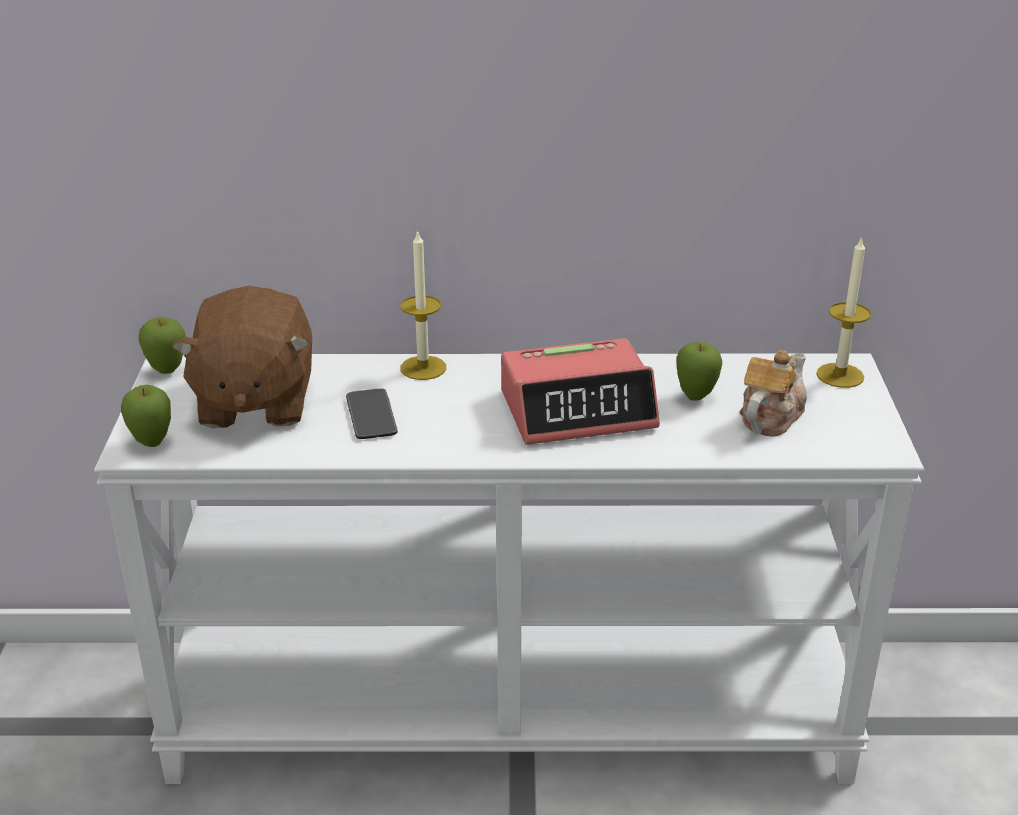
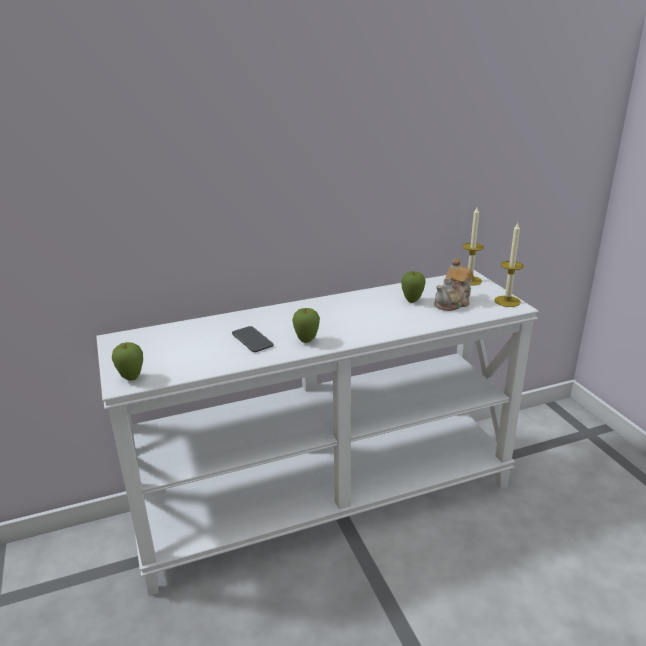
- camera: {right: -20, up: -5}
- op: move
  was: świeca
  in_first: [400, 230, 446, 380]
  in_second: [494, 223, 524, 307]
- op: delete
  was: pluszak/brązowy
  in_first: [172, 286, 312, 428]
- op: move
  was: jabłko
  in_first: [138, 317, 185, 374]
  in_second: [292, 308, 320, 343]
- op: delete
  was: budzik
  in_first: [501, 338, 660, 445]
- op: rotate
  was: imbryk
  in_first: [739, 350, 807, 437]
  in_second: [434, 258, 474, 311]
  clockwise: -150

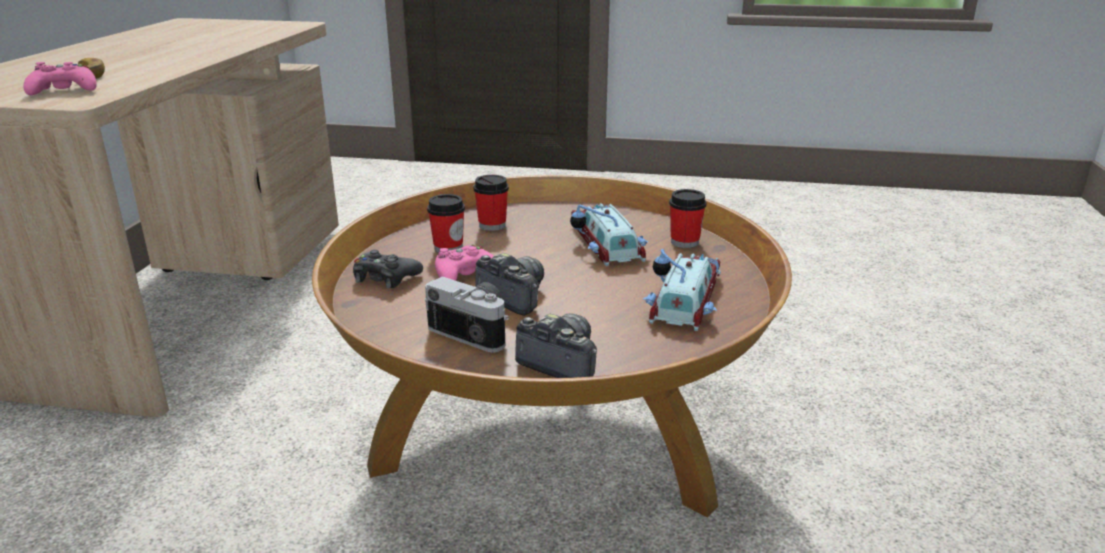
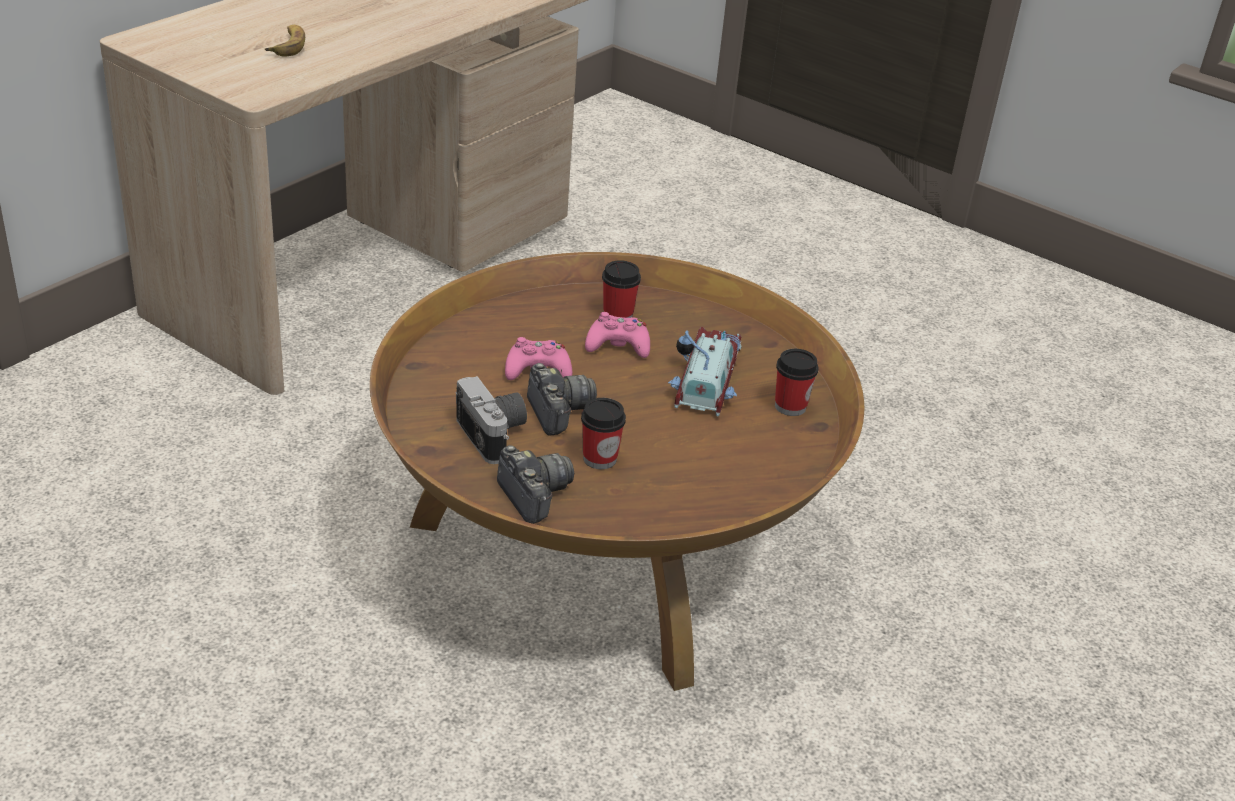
- camera: {right: 25, up: 10}
- op: move
  was: pad do gier/różowy
  in_first: [23, 62, 97, 95]
  in_second: [585, 312, 650, 358]
- op: move
  was: filiżanka
  in_first: [427, 194, 465, 253]
  in_second: [581, 398, 626, 469]
- op: delete
  was: samochodzik
  in_first: [643, 249, 721, 331]
- op: delete
  was: pad do gier/czarny
  in_first: [353, 250, 423, 289]

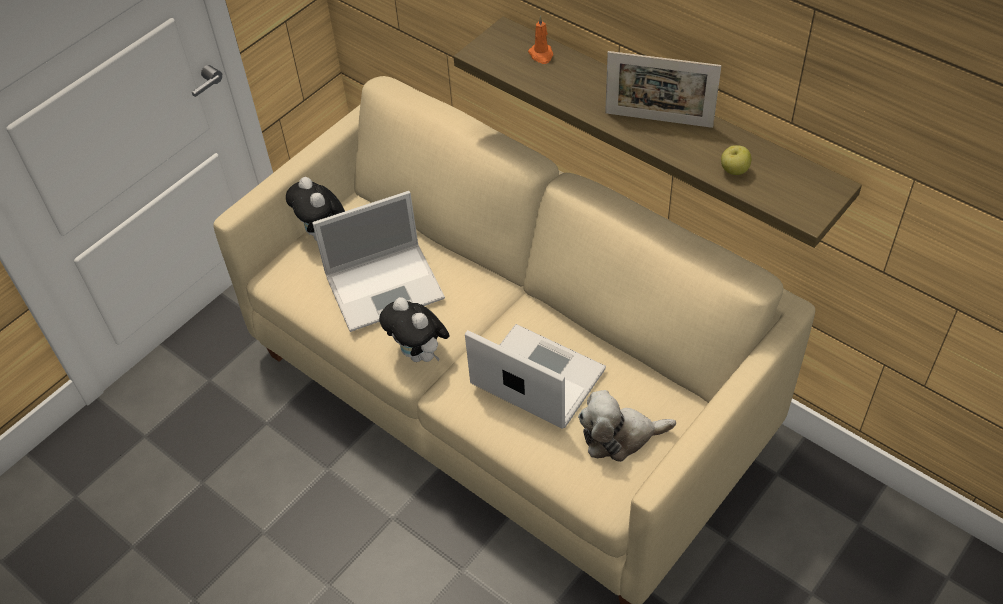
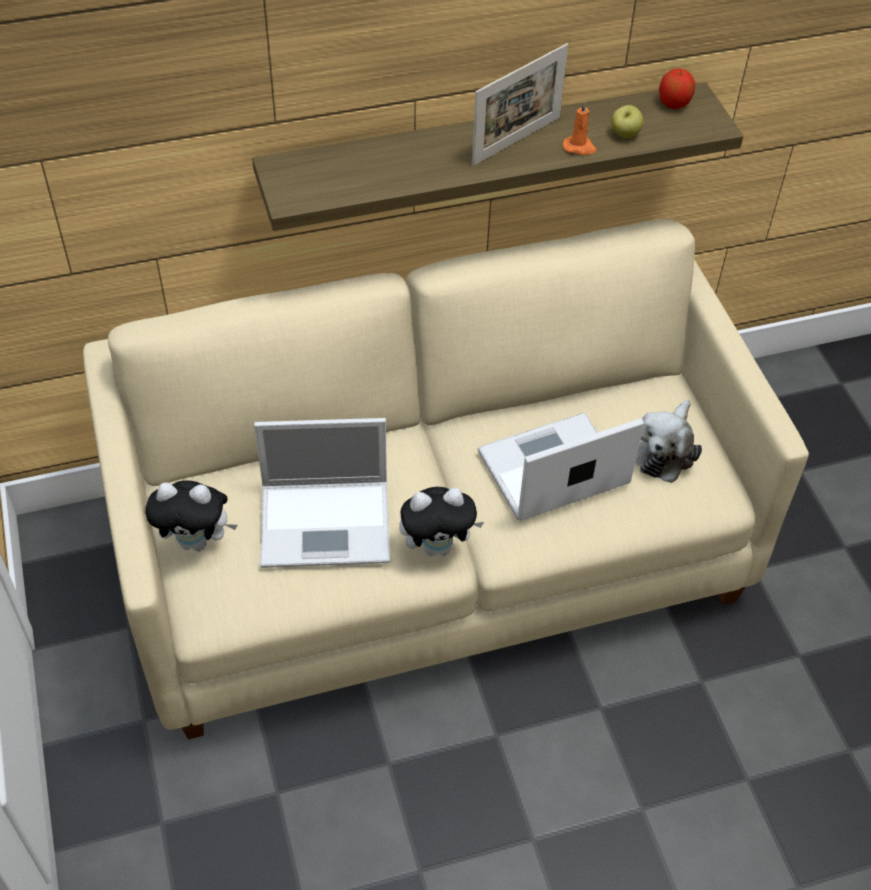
- camera: {right: -60, up: 0}
- op: move
  was: świeca/pomarańczowy
  in_first: [528, 16, 553, 64]
  in_second: [563, 100, 597, 155]
- op: rotate
  was: laptop
  in_first: [312, 191, 445, 332]
  in_second: [254, 418, 390, 568]
  clockwise: 75
- op: insert
  now: jabłko
  in_second: [659, 68, 695, 109]

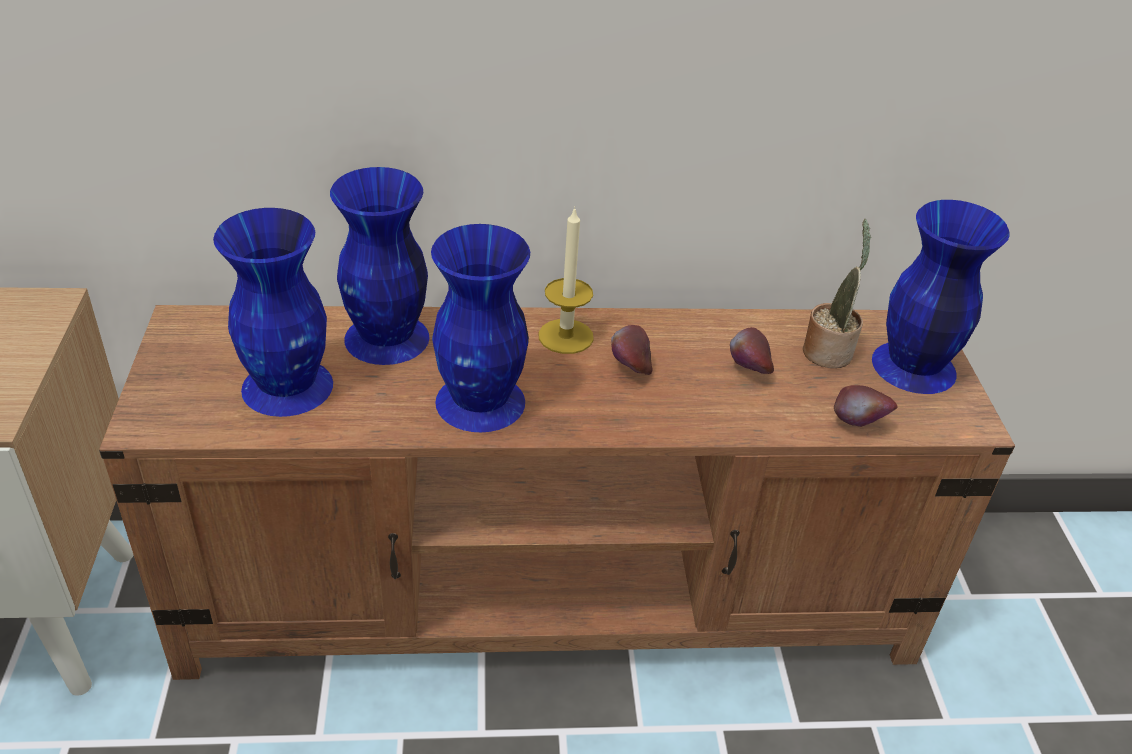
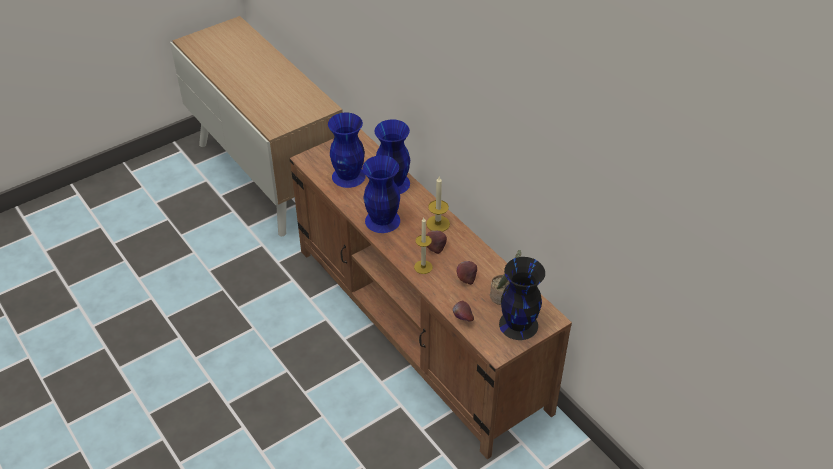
- camera: {right: 60, up: 5}
- op: recolor
  was: wazon/niebieski
  now: wazon/czarny
  in_first: [872, 200, 1010, 394]
  in_second: [499, 257, 545, 340]
- op: insert
  now: świeca
  in_second: [414, 218, 433, 274]

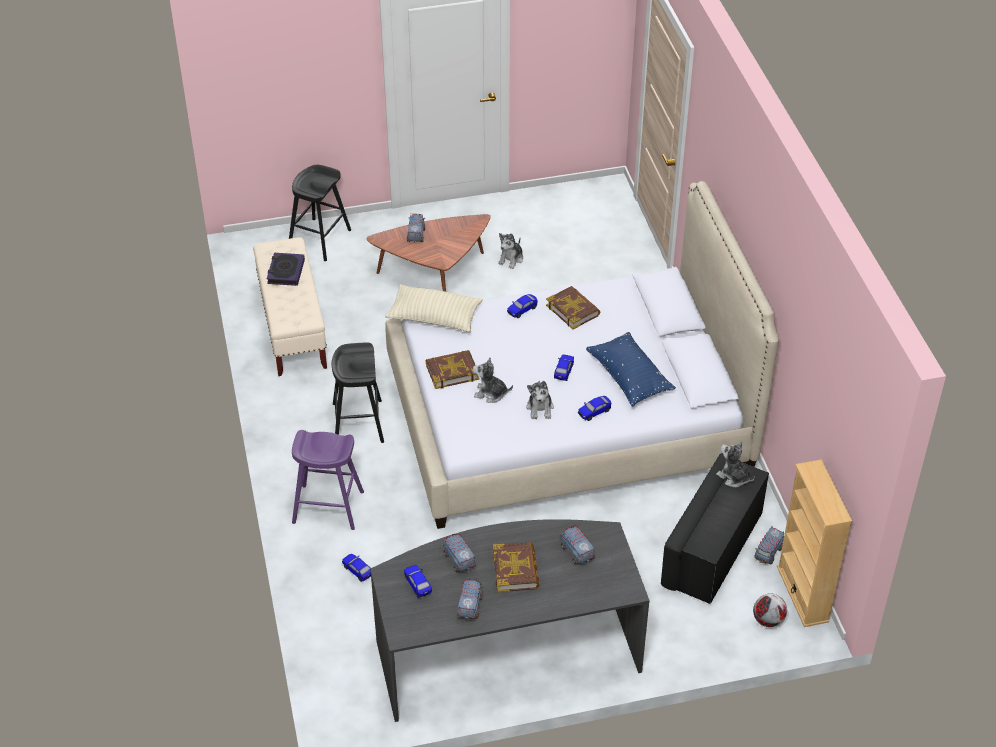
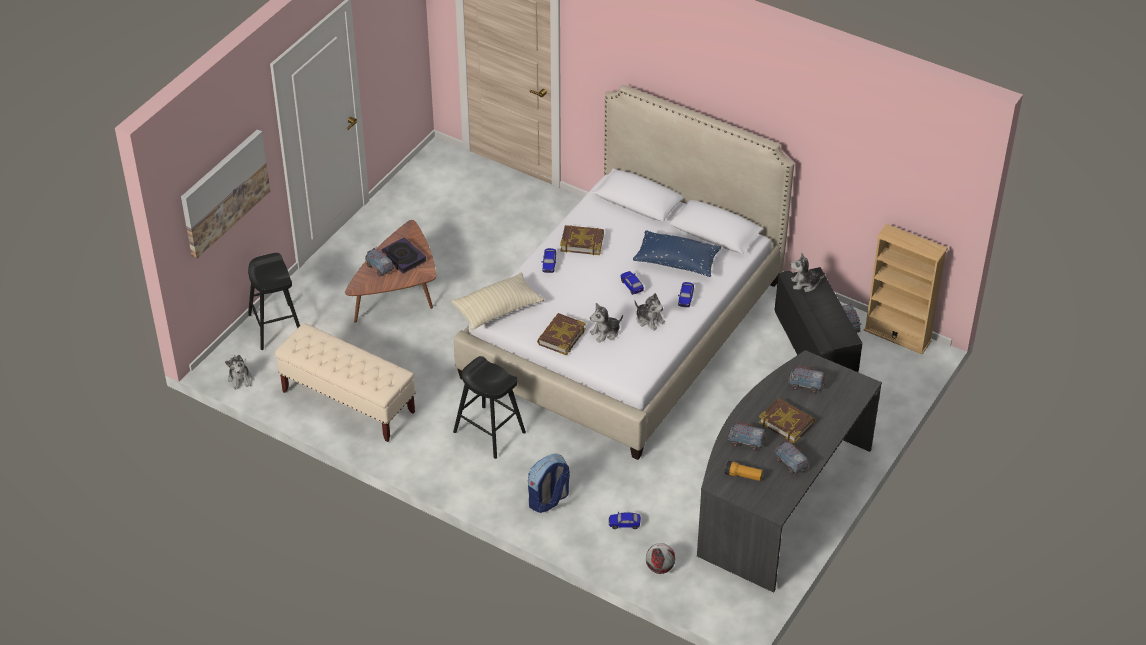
- camera: {right: -45, up: 0}
- op: move
  was: pluszak
  in_first: [498, 233, 523, 269]
  in_second: [225, 355, 252, 390]
- op: move
  was: książka
  in_first: [267, 253, 305, 286]
  in_second: [381, 237, 426, 274]
- op: replace
  was: stołek/fioletowy
  now: plecak
  in_first: [292, 430, 364, 530]
  in_second: [528, 453, 570, 513]
- op: replace
  was: samochodzik
  now: latarka
  in_first: [404, 565, 432, 598]
  in_second: [725, 461, 763, 481]
- op: move
  was: piłka futbolowa
  in_first: [753, 593, 787, 627]
  in_second: [646, 543, 675, 574]
- op: insert
  now: obraz
  in_second: [181, 129, 270, 259]

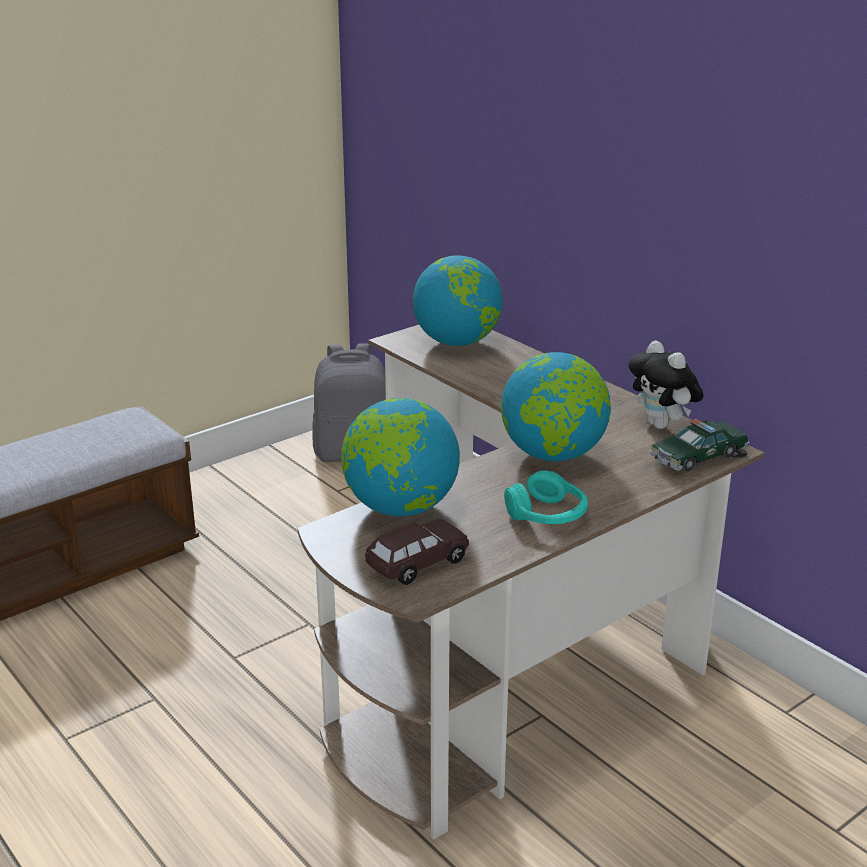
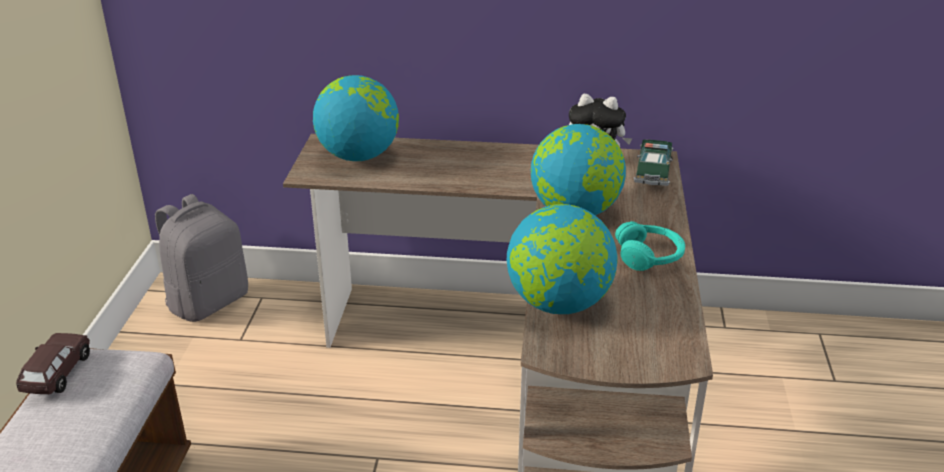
- camera: {right: -45, up: 5}
- op: move
  was: samochodzik/brązowy
  in_first: [365, 519, 469, 585]
  in_second: [16, 333, 90, 394]

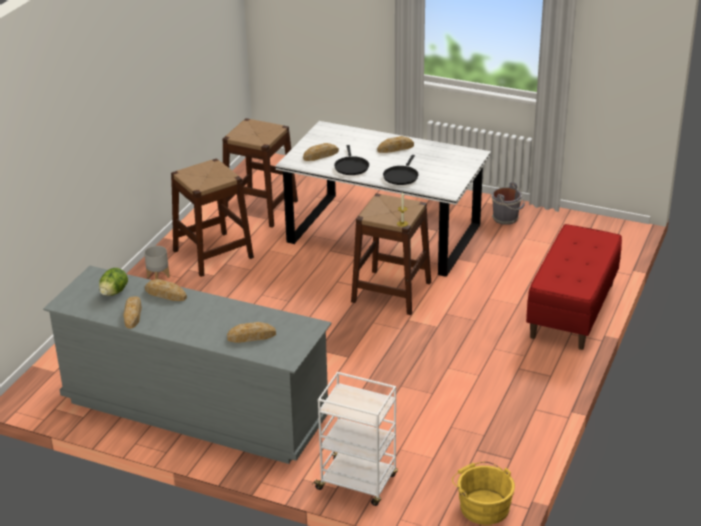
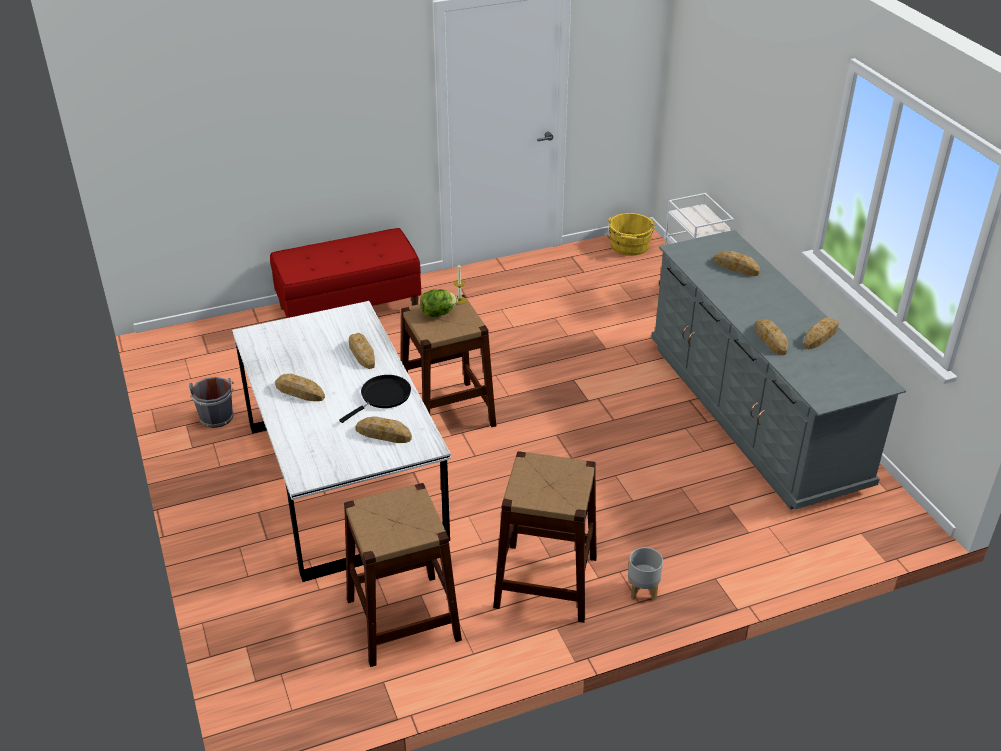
- camera: {right: -135, up: 5}
- op: replace
  was: patelnia/czarny
  now: chleb
  in_first: [383, 155, 419, 185]
  in_second: [349, 333, 375, 369]
- op: move
  was: sałata
  in_first: [99, 268, 128, 296]
  in_second: [420, 289, 458, 317]

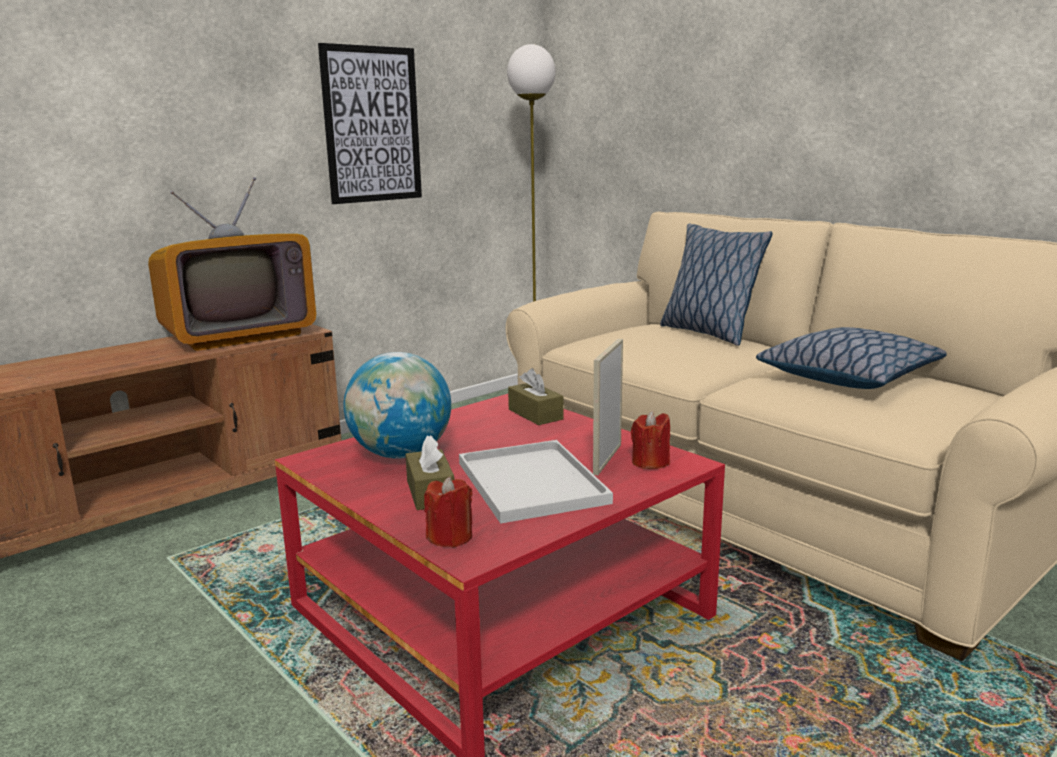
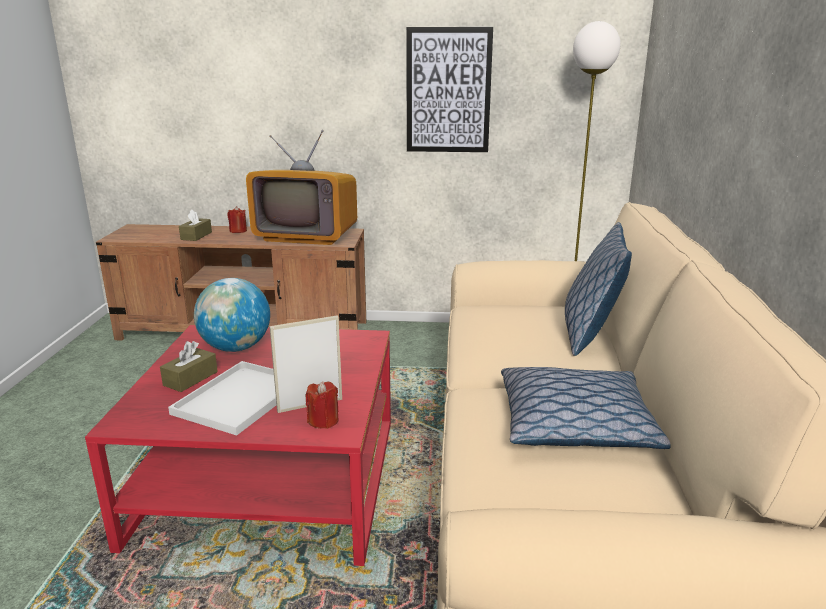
- camera: {right: 45, up: 5}
- op: move
  was: pudełko chusteczek/brązowy
  in_first: [508, 368, 564, 425]
  in_second: [179, 209, 212, 241]
- op: move
  was: świeca/czerwony
  in_first: [424, 477, 472, 548]
  in_second: [227, 206, 247, 233]

